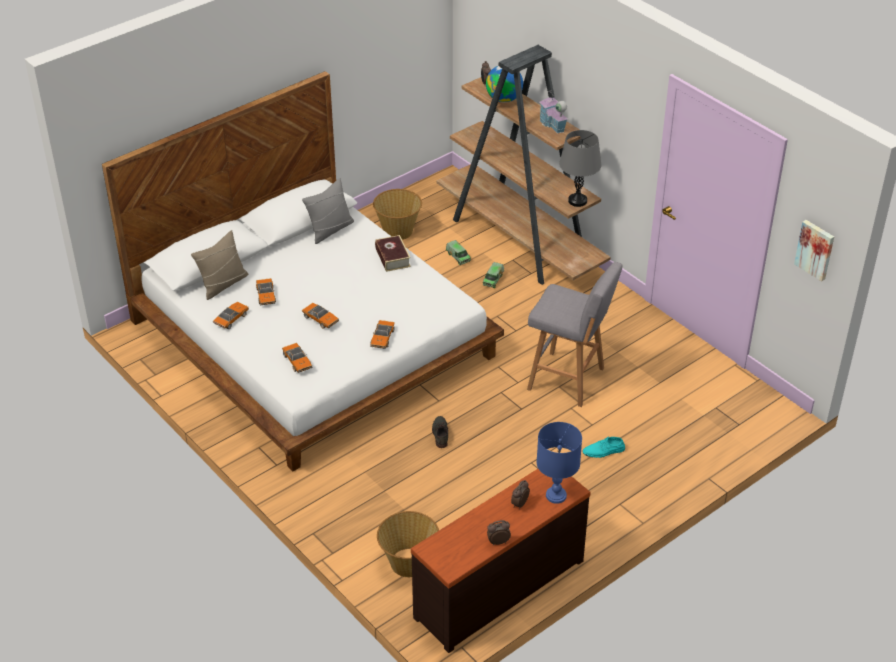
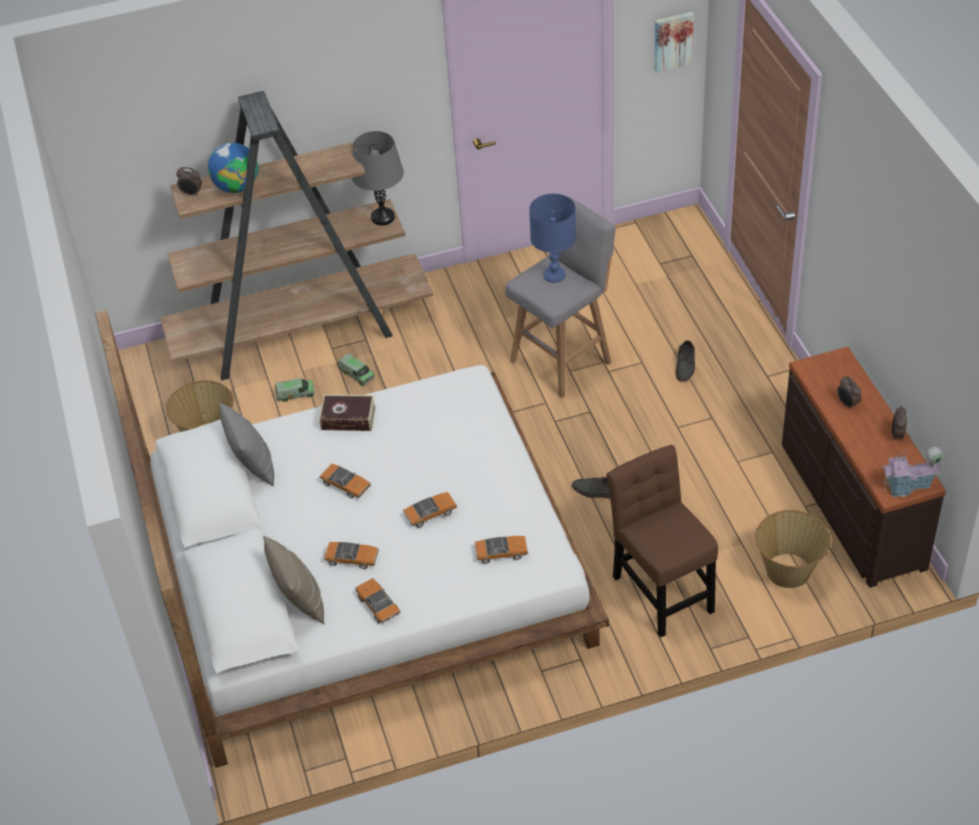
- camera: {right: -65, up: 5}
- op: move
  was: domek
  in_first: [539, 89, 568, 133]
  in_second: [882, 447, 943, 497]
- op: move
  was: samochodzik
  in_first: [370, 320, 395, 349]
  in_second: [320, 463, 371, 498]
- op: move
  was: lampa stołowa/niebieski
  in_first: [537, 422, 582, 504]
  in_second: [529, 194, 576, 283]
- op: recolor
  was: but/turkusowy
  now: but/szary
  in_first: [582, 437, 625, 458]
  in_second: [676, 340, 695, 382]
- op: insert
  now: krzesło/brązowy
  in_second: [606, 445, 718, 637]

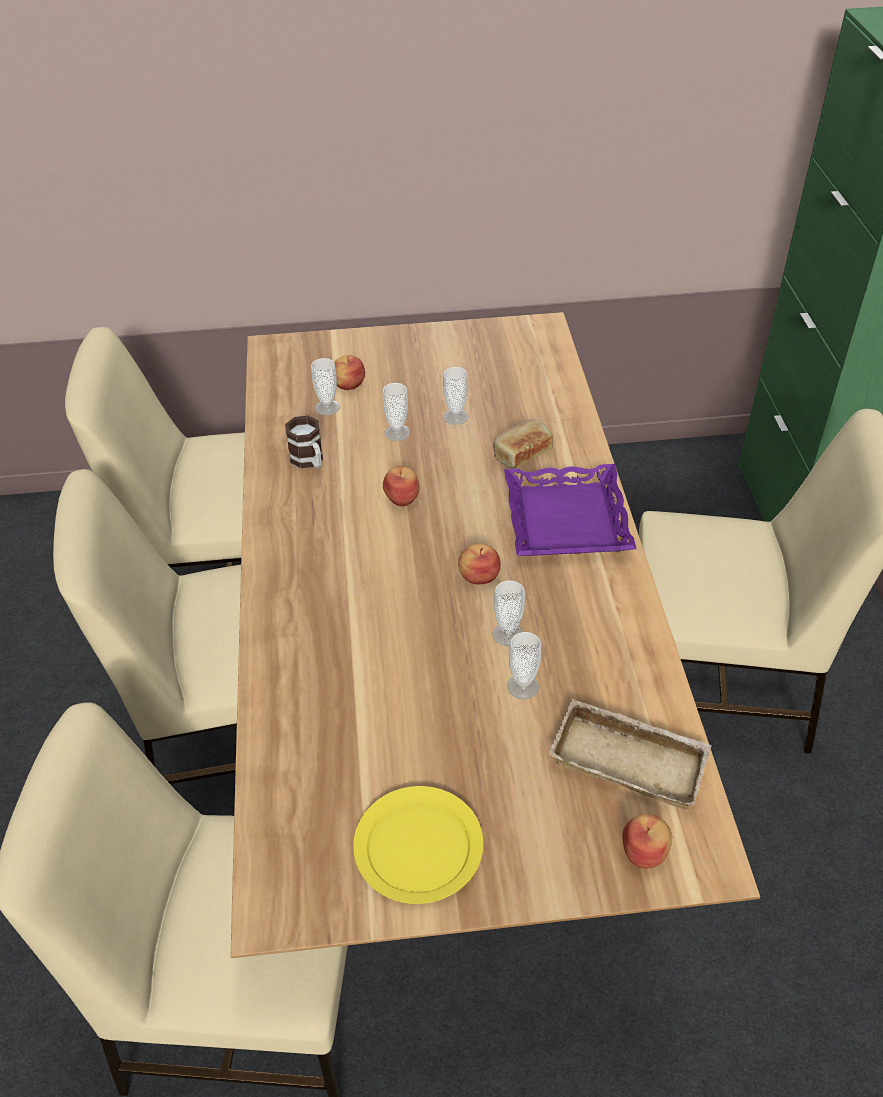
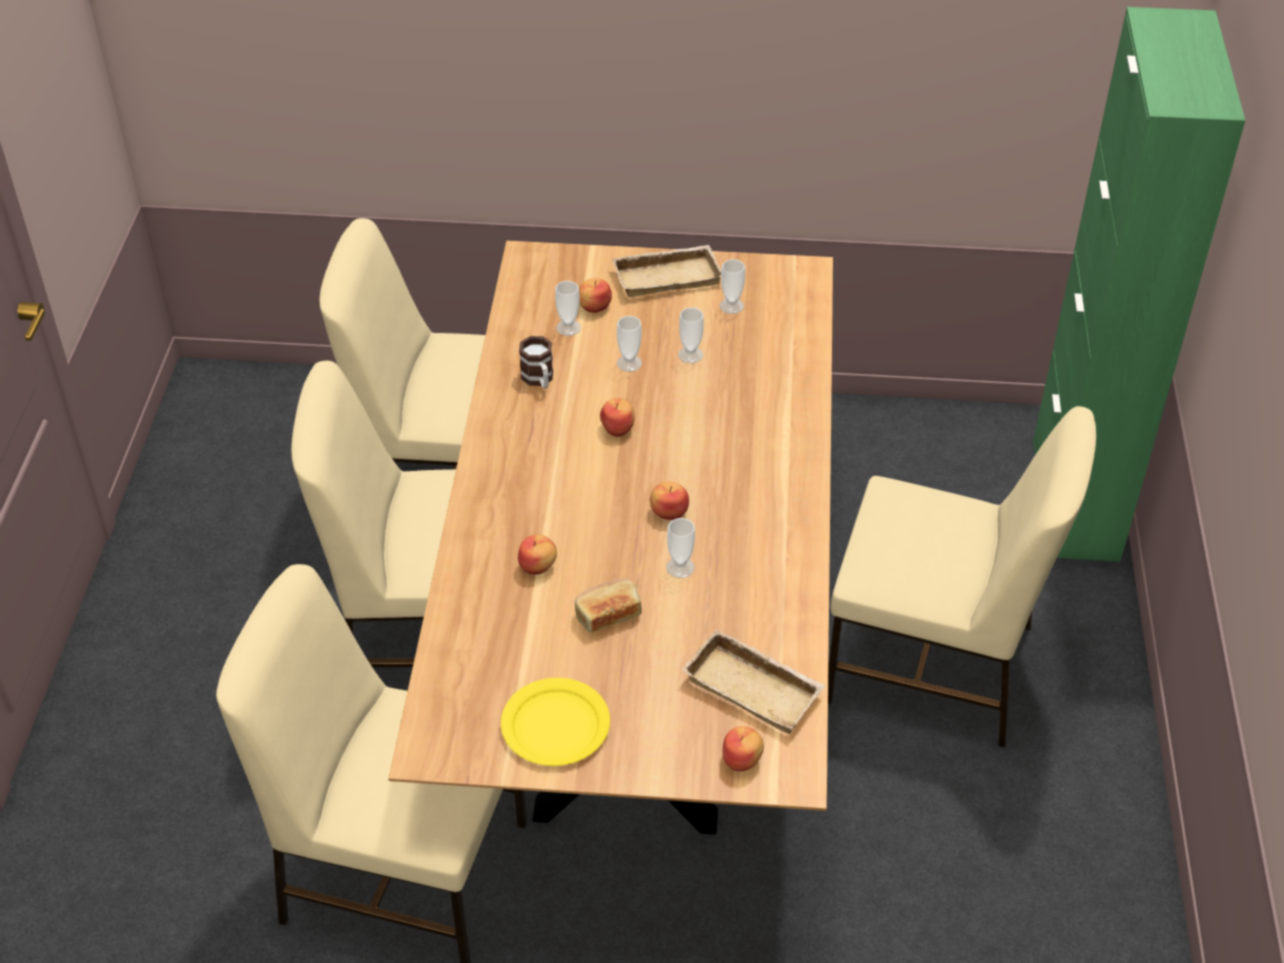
- camera: {right: 10, up: 0}
- op: move
  was: chleb
  in_first: [493, 419, 553, 469]
  in_second: [575, 579, 642, 633]
- op: delete
  was: taca/fioletowy
  in_first: [504, 464, 636, 556]
- op: move
  was: filiżanka
  in_first: [507, 632, 541, 700]
  in_second: [720, 259, 745, 314]
- op: insert
  now: taca/beżowy
  in_second: [611, 245, 721, 297]
- op: insert
  now: jabłko
  in_second: [518, 535, 557, 575]

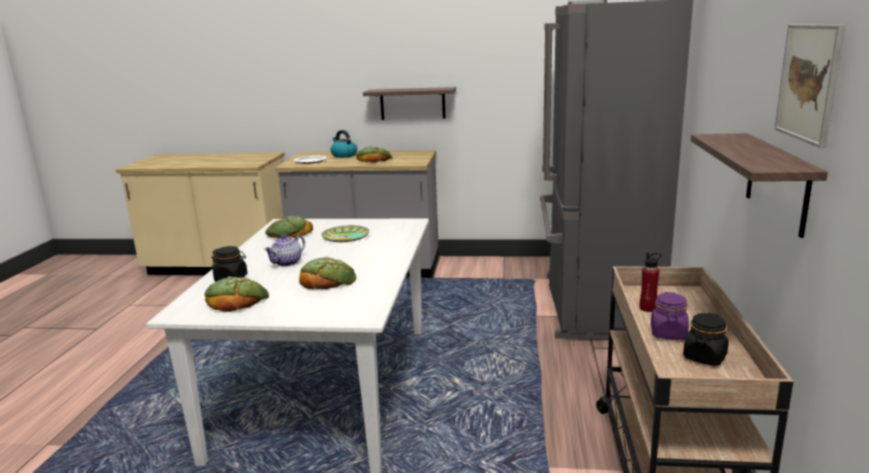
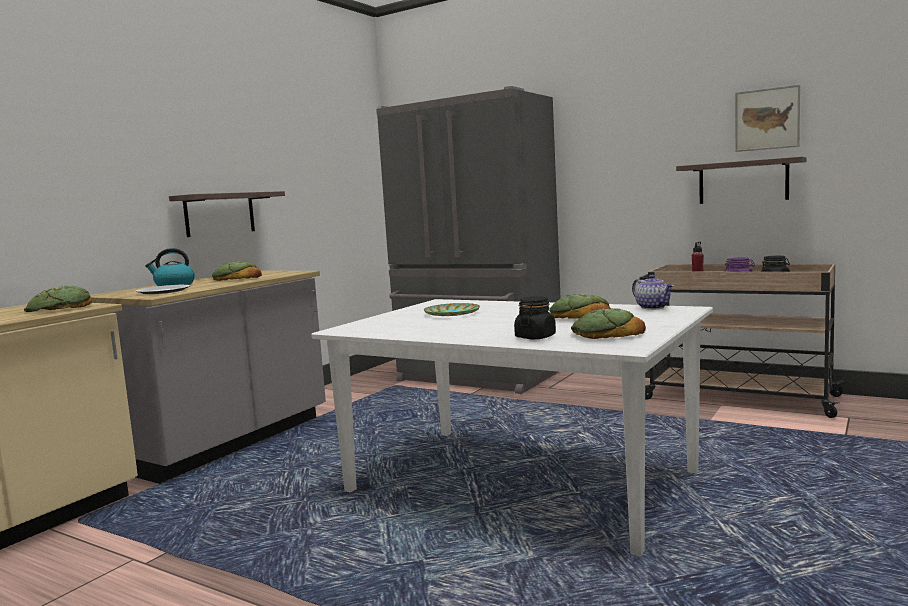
- camera: {right: -65, up: -10}
- op: move
  was: chleb
  in_first: [265, 216, 313, 239]
  in_second: [24, 285, 92, 312]
- op: move
  was: imbryk
  in_first: [264, 235, 305, 266]
  in_second: [632, 275, 674, 310]

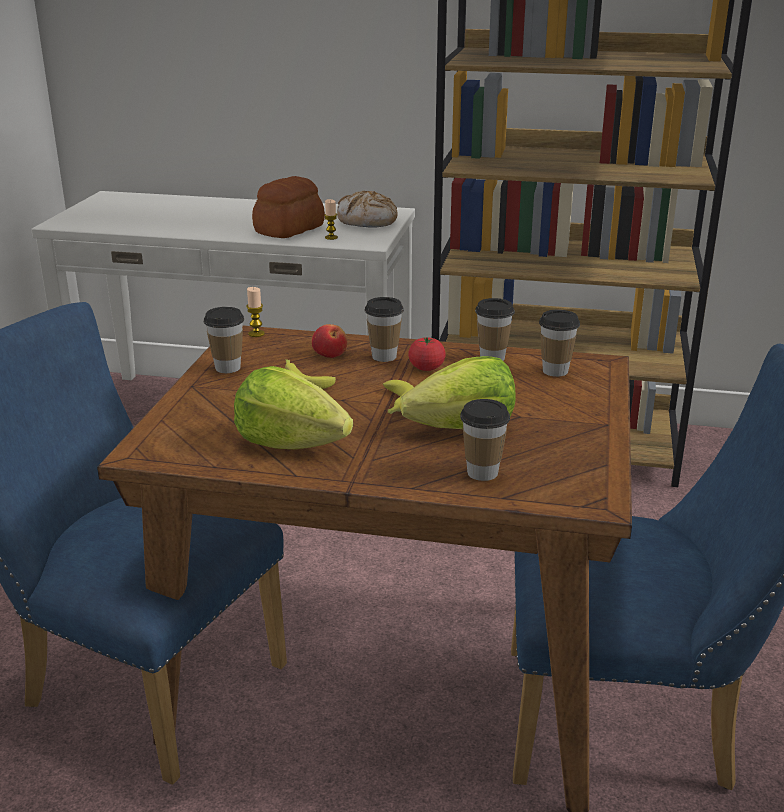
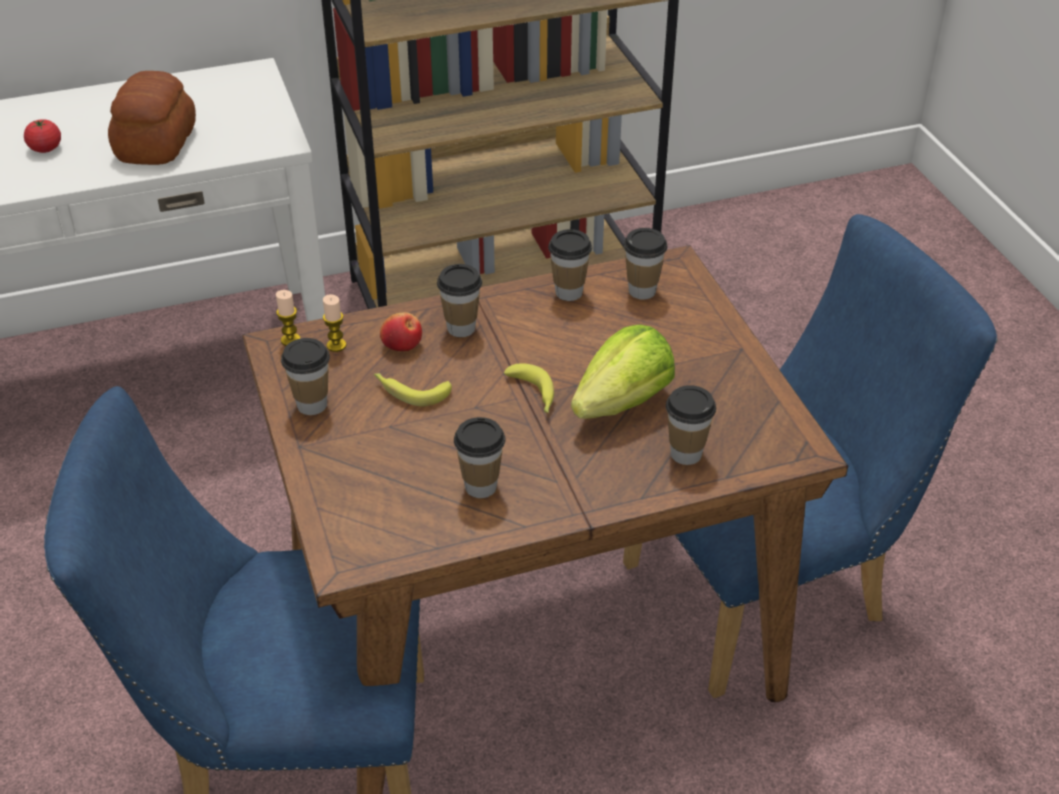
- camera: {right: -30, up: 15}
- op: delete
  was: chleb
  in_first: [337, 191, 398, 228]
- op: move
  was: świeca
  in_first: [324, 199, 338, 240]
  in_second: [323, 294, 346, 352]
- op: move
  was: pomidor
  in_first: [408, 337, 446, 371]
  in_second: [24, 119, 61, 153]
- op: replace
  was: sałata
  now: filiżanka
  in_first: [234, 366, 353, 449]
  in_second: [454, 417, 505, 498]

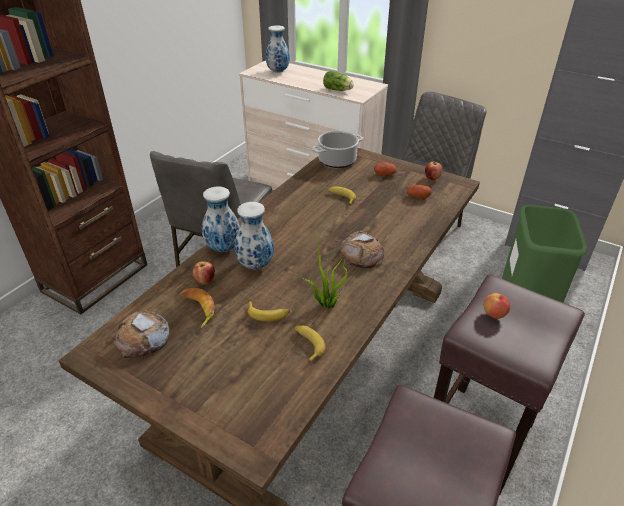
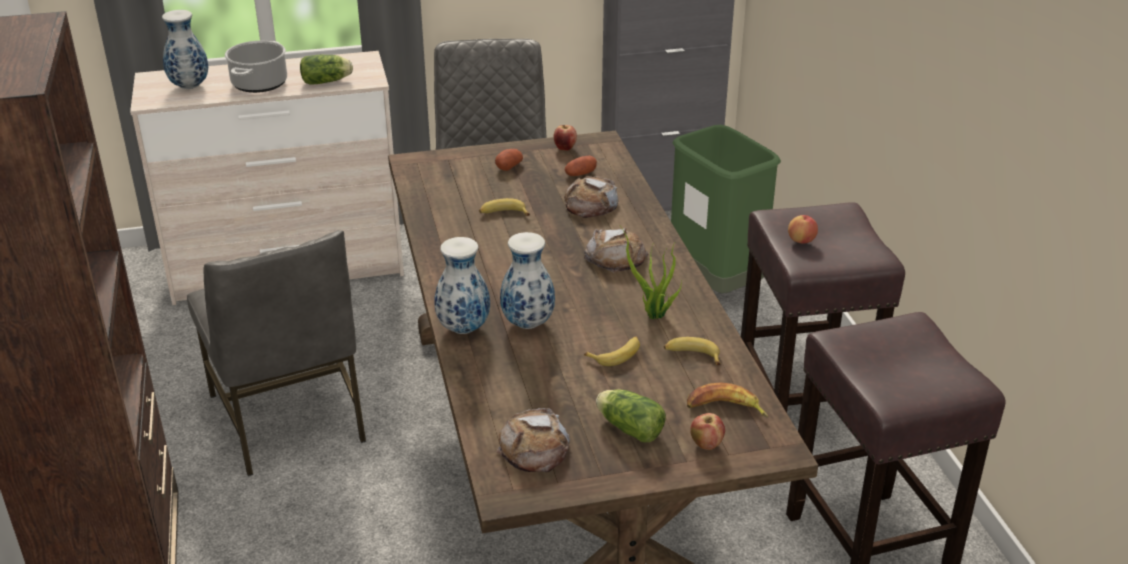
- camera: {right: -45, up: -5}
- op: move
  was: garnek
  in_first: [312, 131, 363, 168]
  in_second: [225, 41, 287, 93]
- op: move
  was: jabłko
  in_first: [193, 261, 215, 284]
  in_second: [690, 413, 725, 450]
- op: move
  was: banan
  in_first: [180, 288, 215, 328]
  in_second: [687, 382, 769, 418]
- op: insert
  now: chleb
  in_second: [564, 176, 619, 218]
- op: insert
  now: sałata
  in_second: [596, 389, 666, 443]

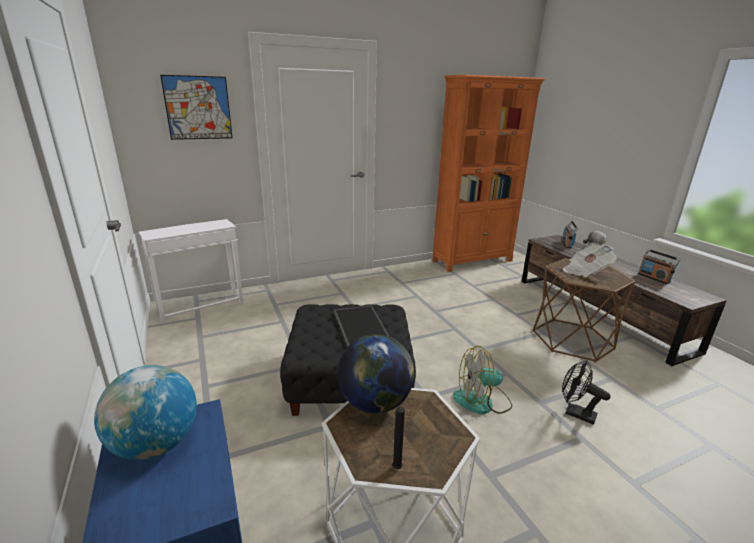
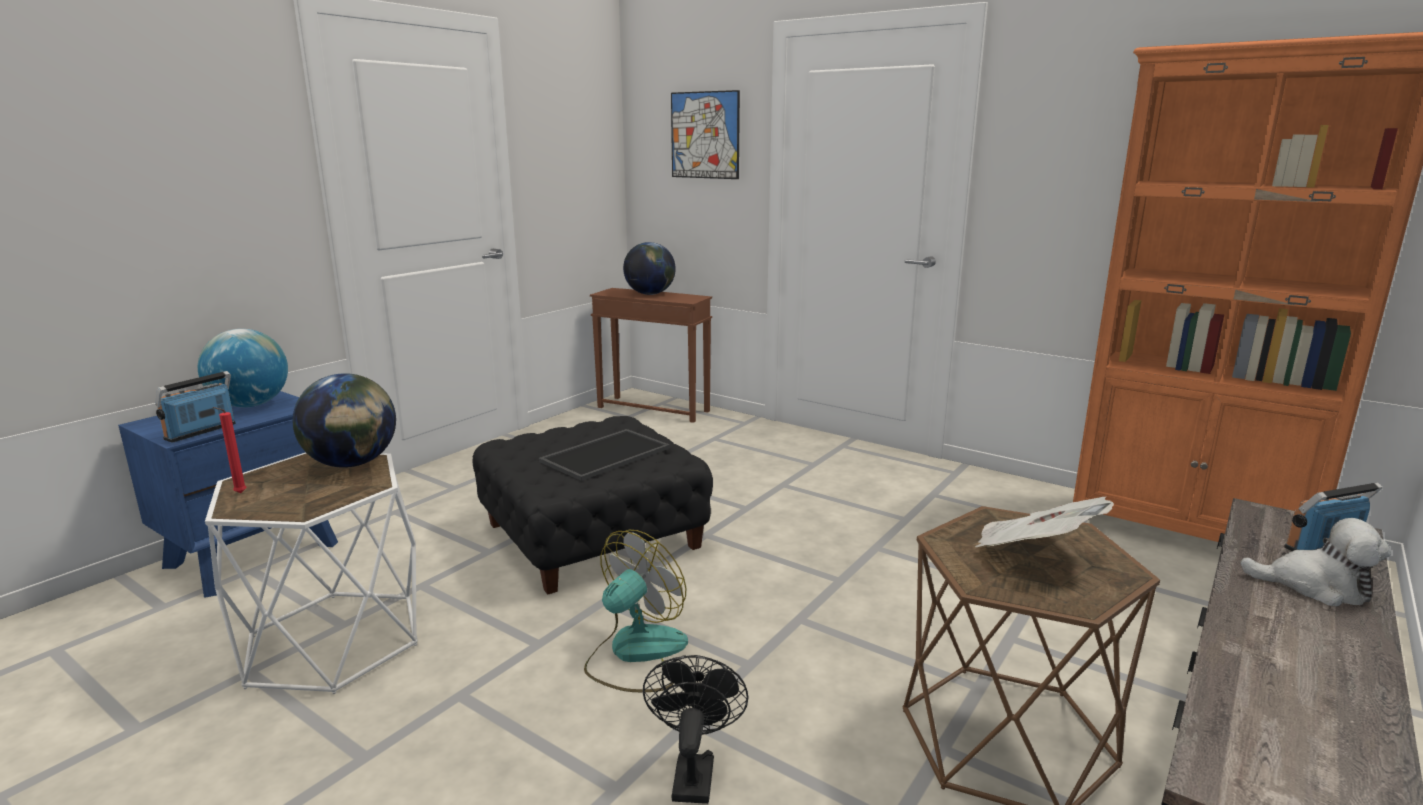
- camera: {right: 60, up: -5}
- op: recolor
  was: stolik/biały
  now: stolik/brązowy
  in_first: [139, 219, 243, 323]
  in_second: [590, 288, 712, 423]
- op: move
  was: radio
  in_first: [638, 249, 680, 284]
  in_second: [155, 371, 236, 442]
- op: rotate
  was: wentylator
  in_first: [453, 346, 512, 415]
  in_second: [584, 530, 688, 692]
  clockwise: 75
- op: recolor
  was: świeca/czarny
  now: świeca/czerwony
  in_first: [392, 406, 406, 469]
  in_second: [212, 407, 247, 493]
- op: insert
  now: globus
  in_second: [623, 242, 676, 295]

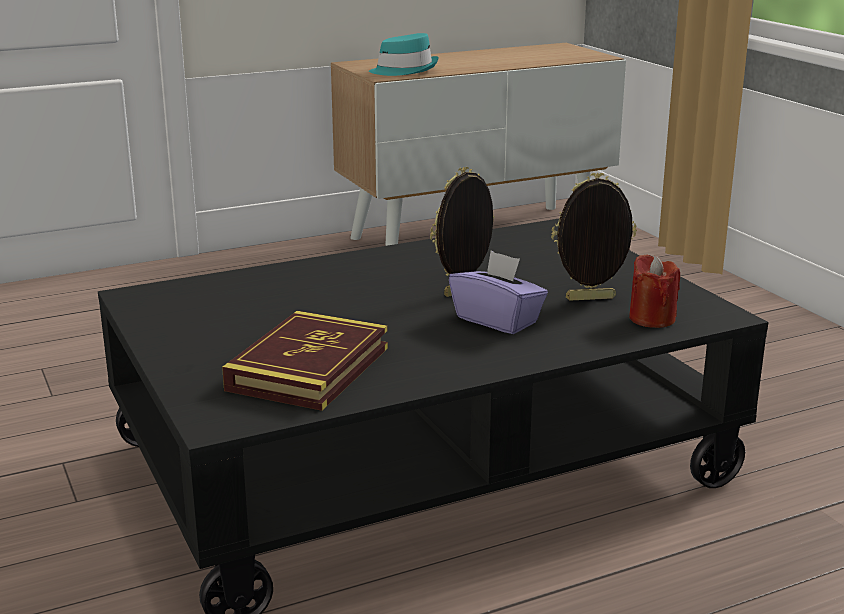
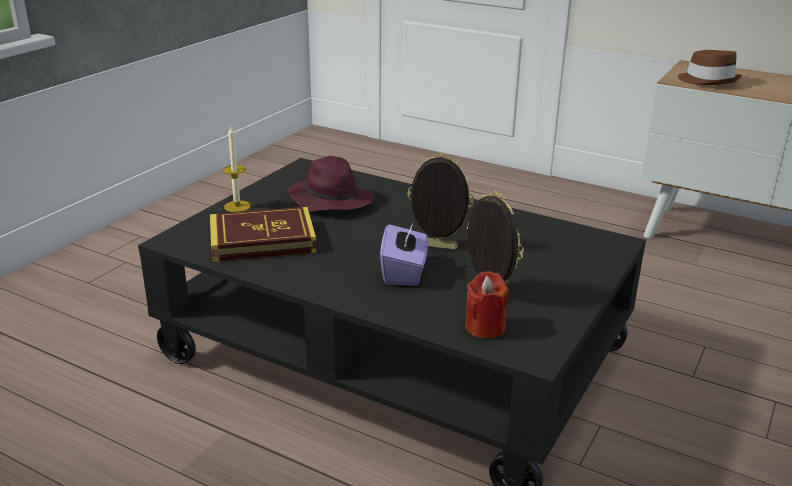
- camera: {right: 55, up: 5}
- op: recolor
  was: kapelusz/turkusowy
  now: kapelusz/brązowy
  in_first: [369, 33, 439, 76]
  in_second: [678, 50, 742, 85]
- op: insert
  now: świeca
  in_second: [223, 125, 250, 212]
- op: insert
  now: kapelusz/fioletowy
  in_second: [288, 156, 374, 211]

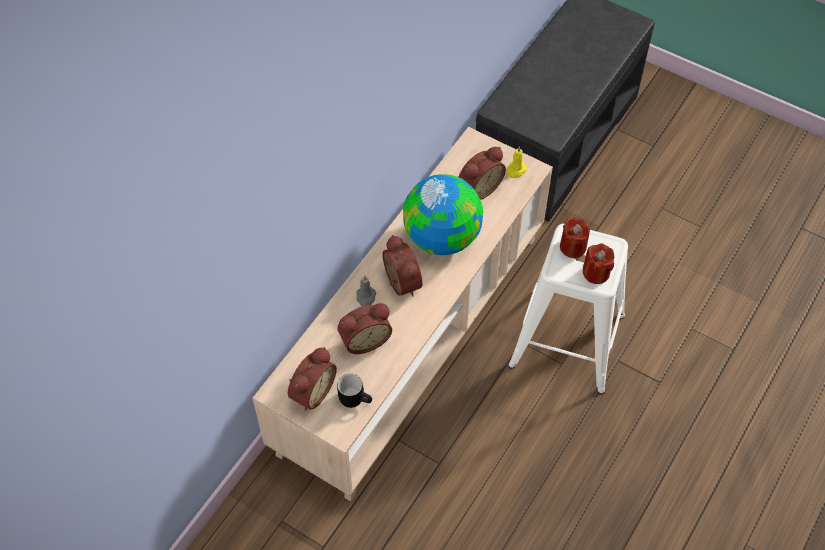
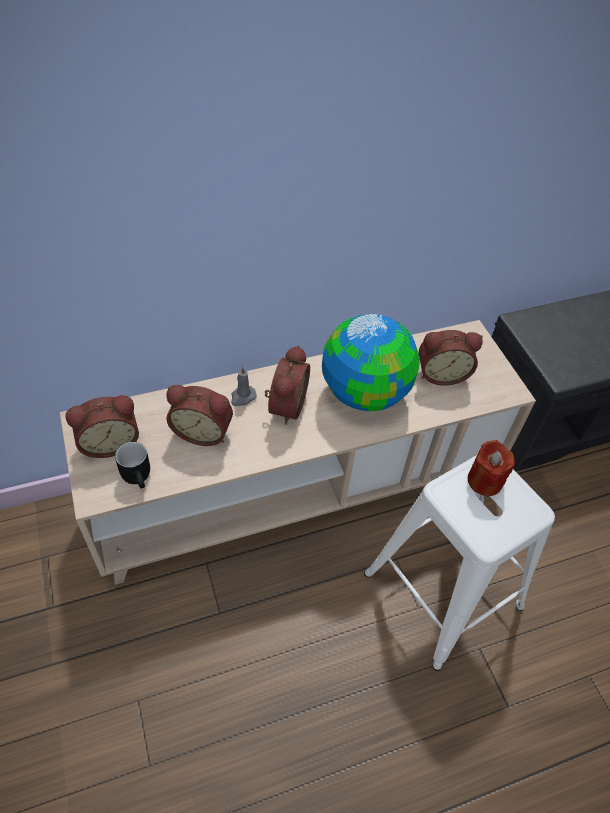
- camera: {right: 35, up: -5}
- op: delete
  was: świeca/żółty
  in_first: [507, 146, 527, 178]
- op: delete
  was: świeca/czerwony
  in_first: [583, 243, 614, 284]

